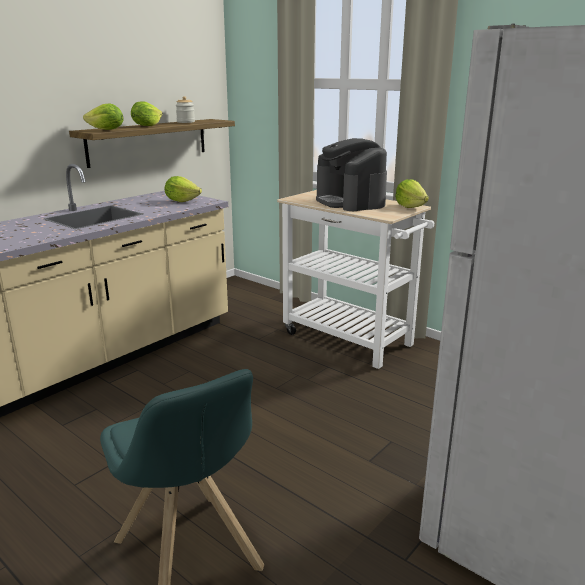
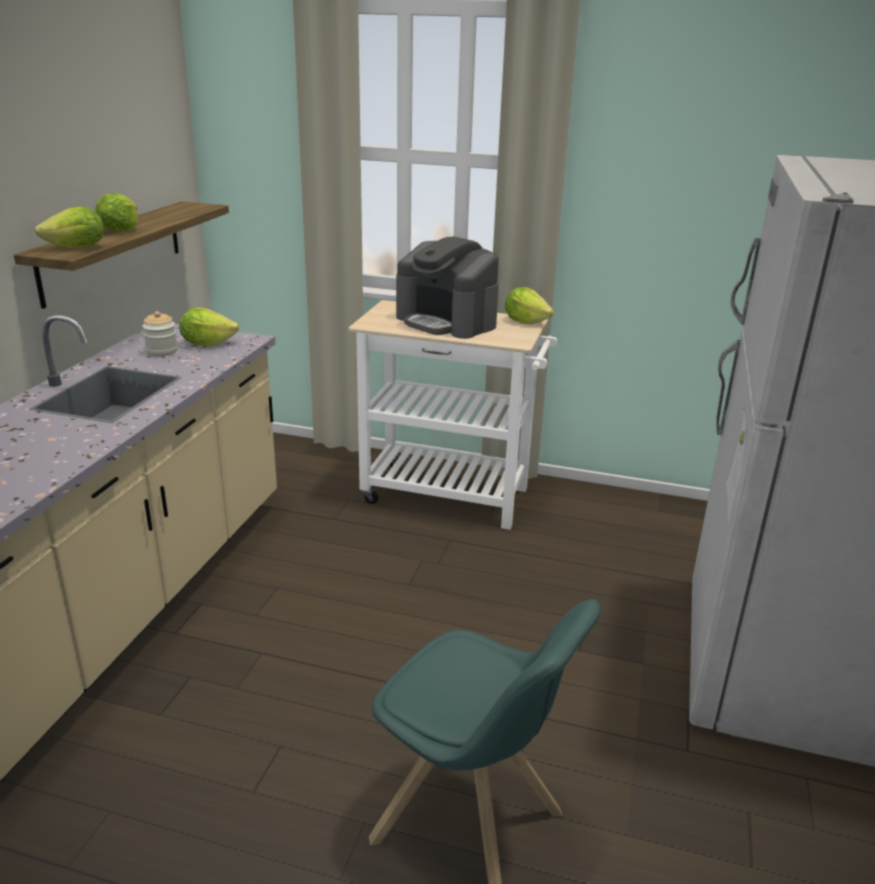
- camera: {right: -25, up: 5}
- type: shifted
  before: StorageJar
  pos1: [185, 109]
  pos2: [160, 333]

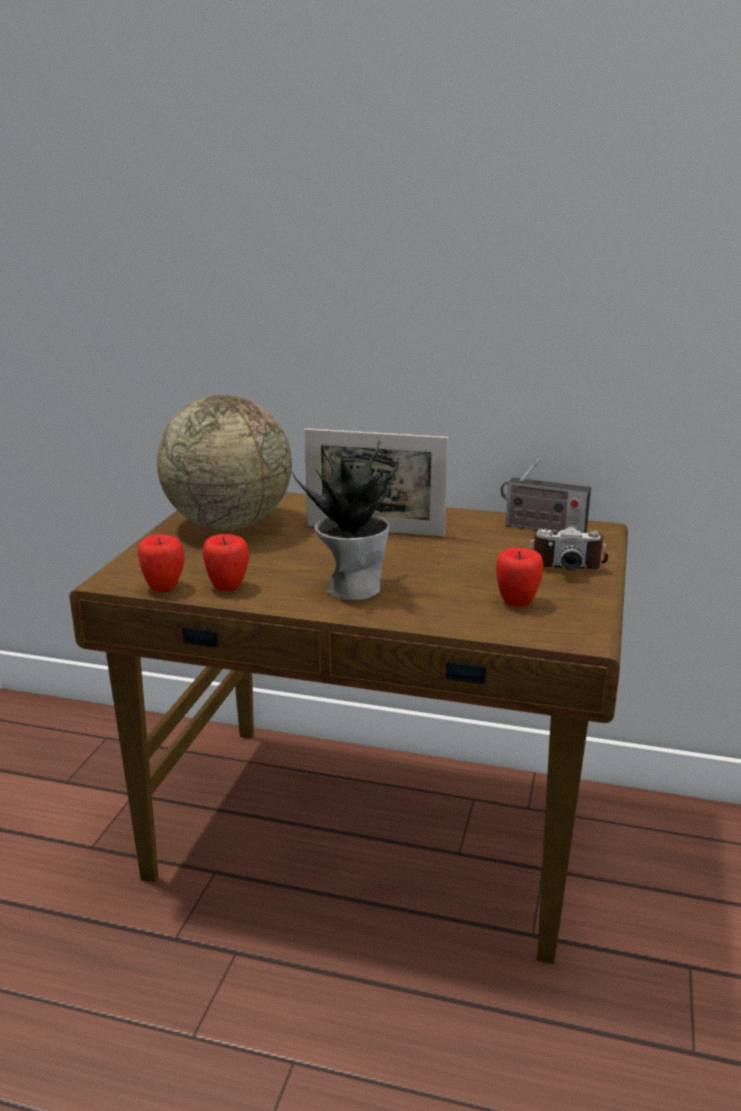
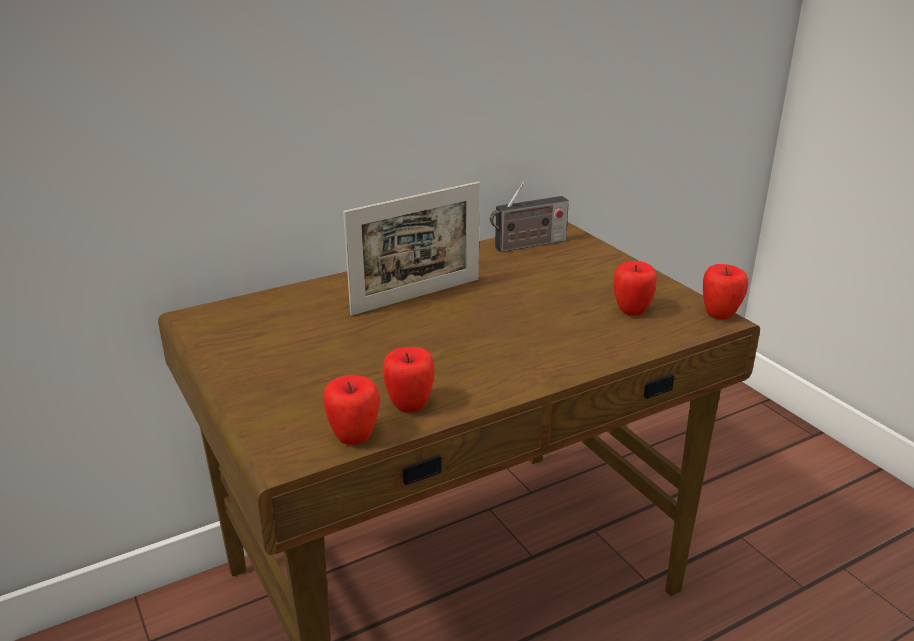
- camera: {right: -45, up: 5}
- type: gone
  before: WorldGlobe
  pos1: [224, 462]
- type: gone
  before: Houseplant
  pos1: [345, 520]
- type: gone
  before: PhotoCamera
  pos1: [568, 549]
- type: new
  after: Apple
  pos2: [725, 292]

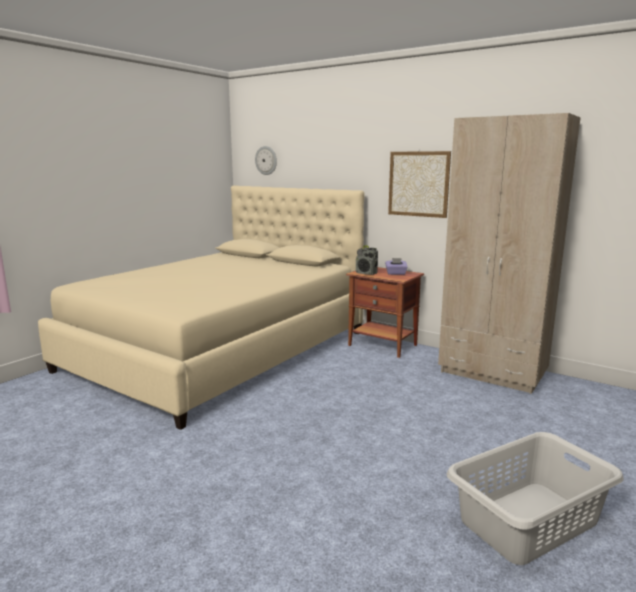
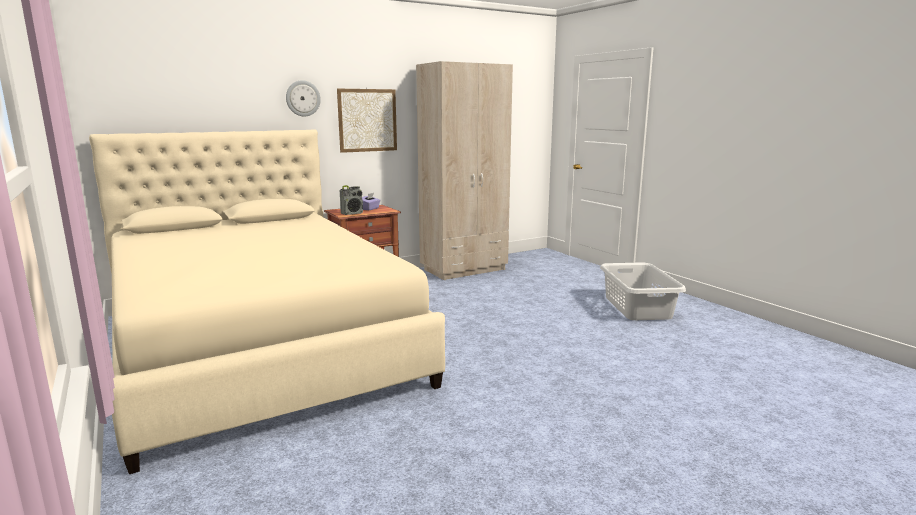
- camera: {right: -65, up: 0}
- type: shifted
  before: HangingClock
  pos1: [266, 160]
  pos2: [303, 98]

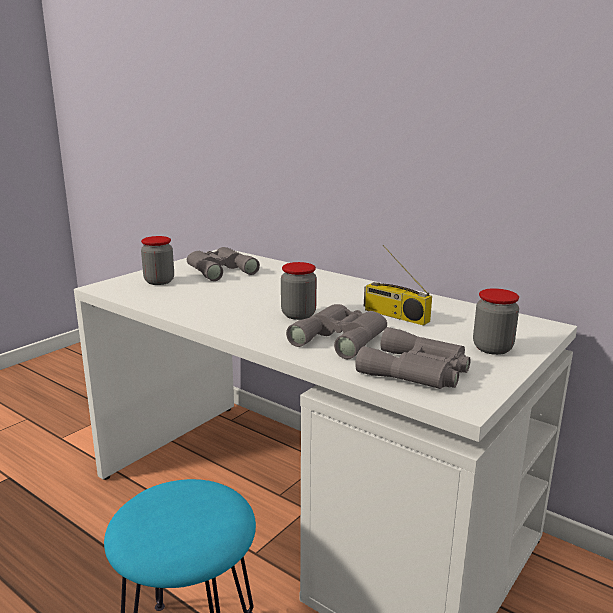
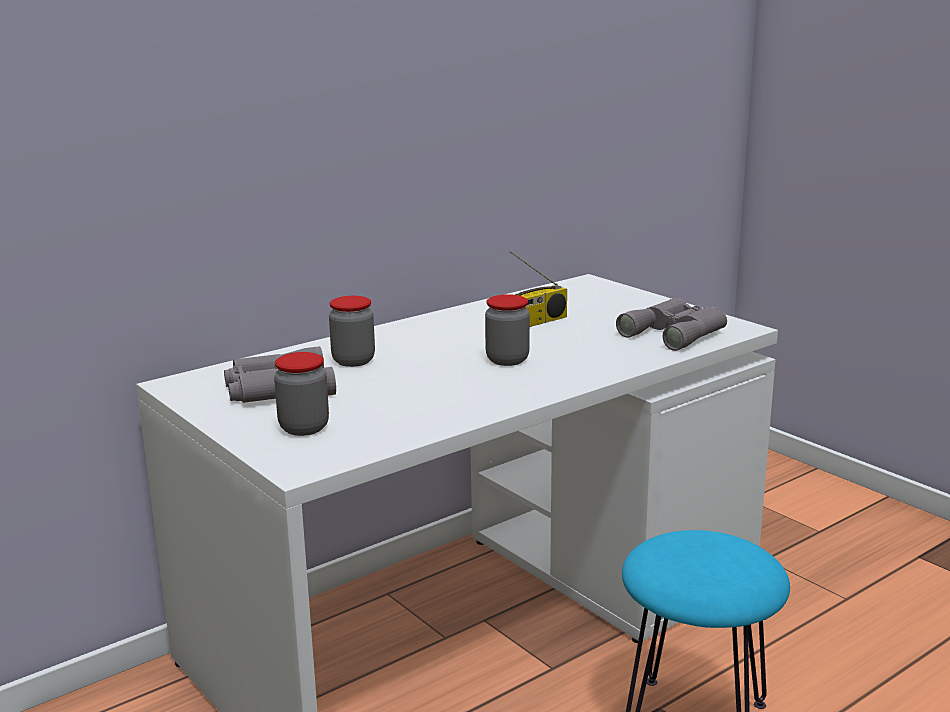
- camera: {right: -75, up: 0}
- type: gone
  before: GreyFieldGlasses
  pos1: [336, 331]
- type: shifted
  before: StorageJar
  pos1: [496, 321]
  pos2: [352, 331]

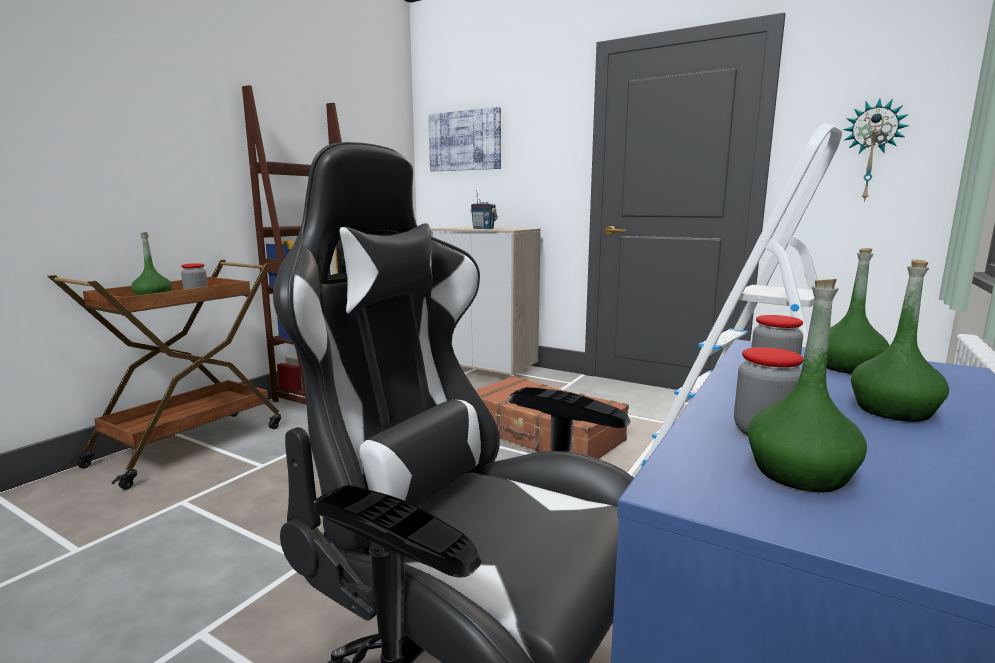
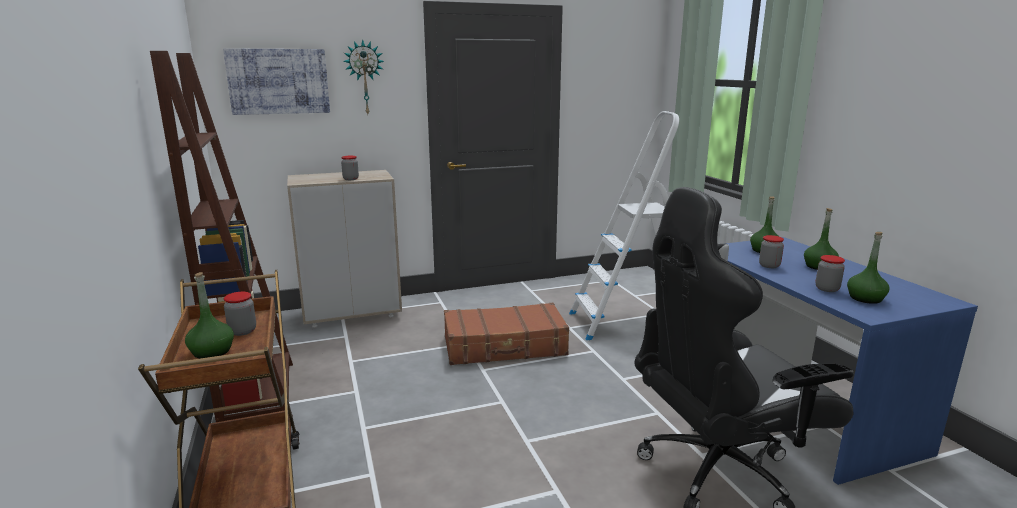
- camera: {right: -50, up: 5}
- type: shifted
  before: HangingClock
  pos1: [876, 150]
  pos2: [363, 76]
- type: swapped
  before: RadioSet
  after: StorageJar
  pos1: [484, 209]
  pos2: [350, 168]

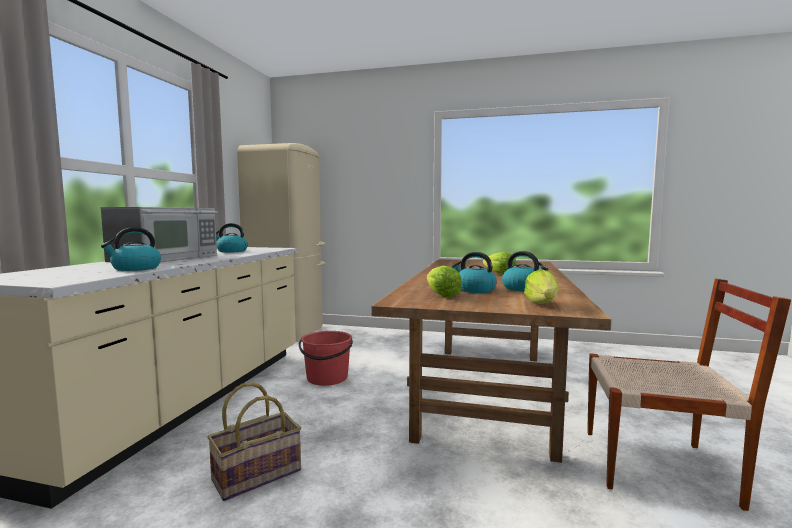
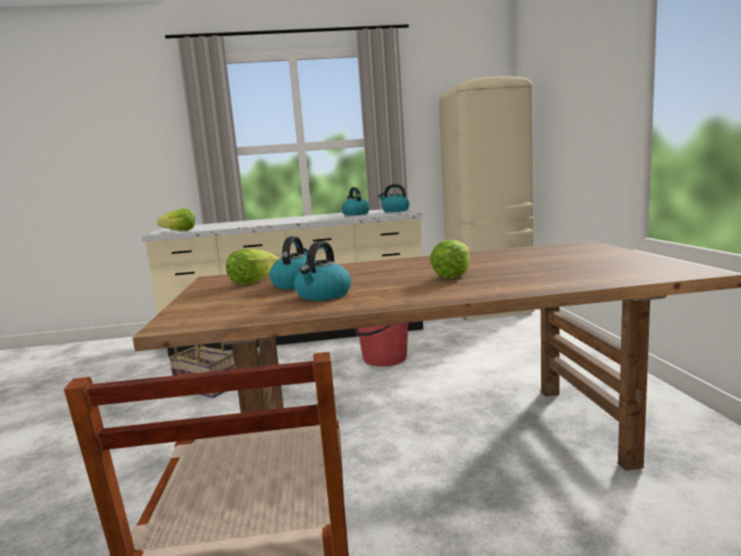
- camera: {right: 70, up: 5}
- type: gone
  before: Microwave
  pos1: [159, 234]
- type: shifted
  before: TeaKettle
  pos1: [131, 249]
  pos2: [394, 198]
- type: shifted
  before: HeadOfLettuce
  pos1: [541, 286]
  pos2: [176, 220]

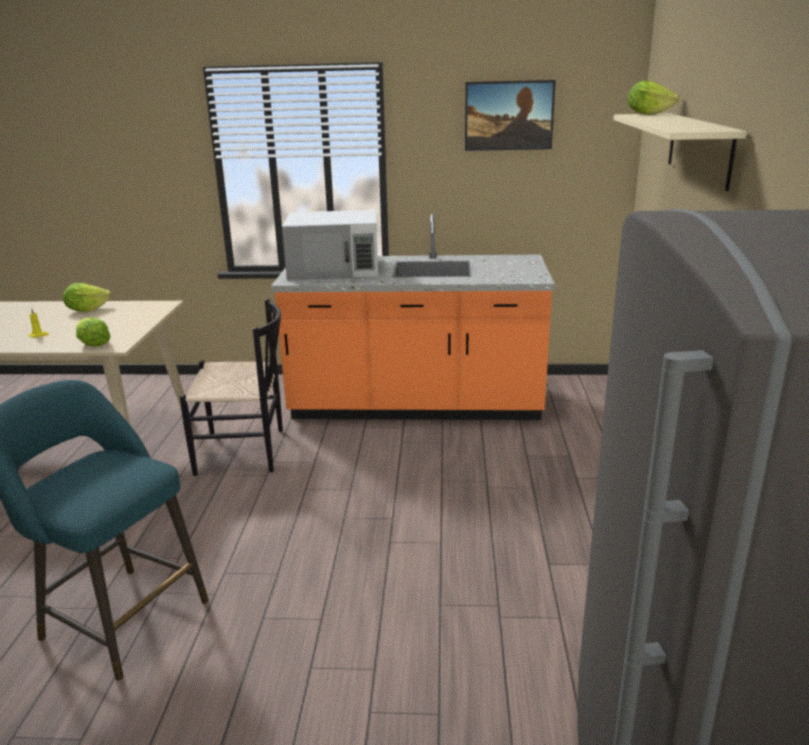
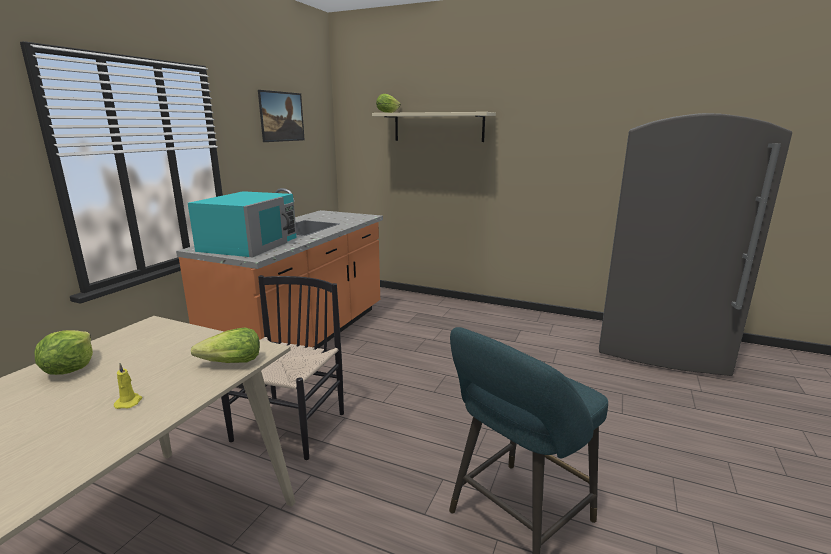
- camera: {right: -70, up: -5}
- type: repainted
  before: WhitishMicrowave
  after: TurquoiseColouredMicrowave
  pos1: [330, 245]
  pos2: [242, 224]

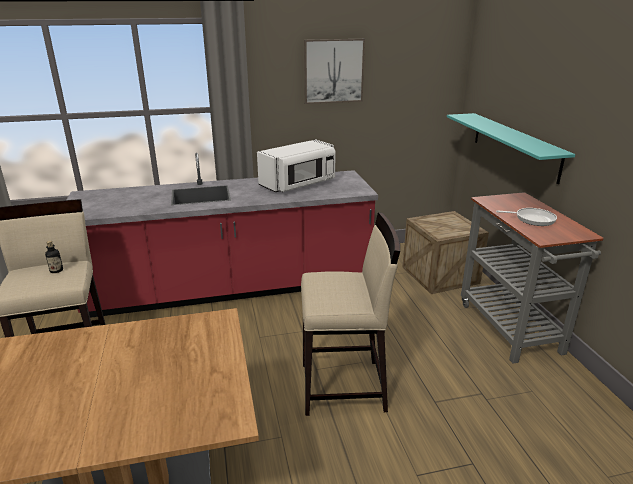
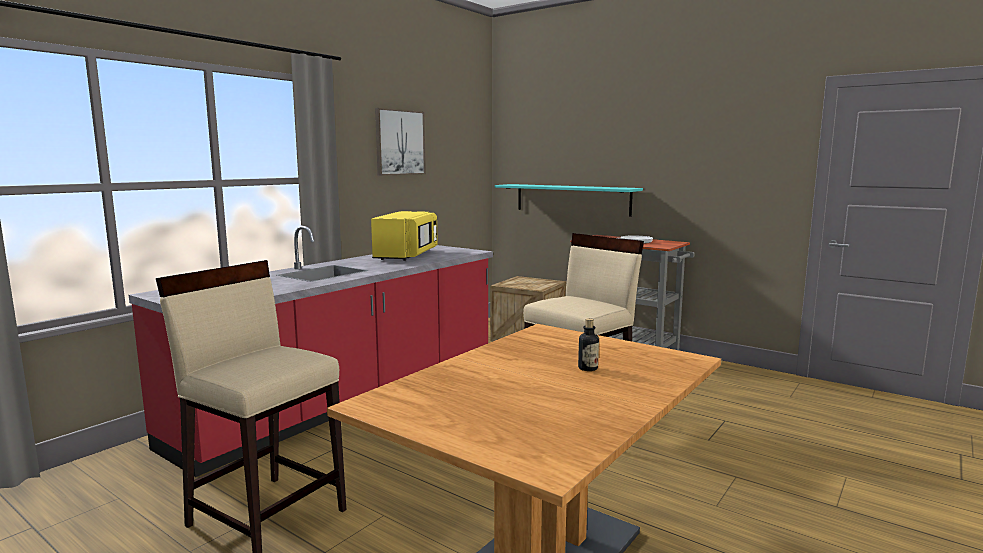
- camera: {right: -40, up: -15}
- type: shifted
  before: BeverageBottle
  pos1: [54, 257]
  pos2: [588, 344]
- type: repainted
  before: WhitishMicrowave
  after: YellowMicrowave
  pos1: [296, 165]
  pos2: [404, 236]

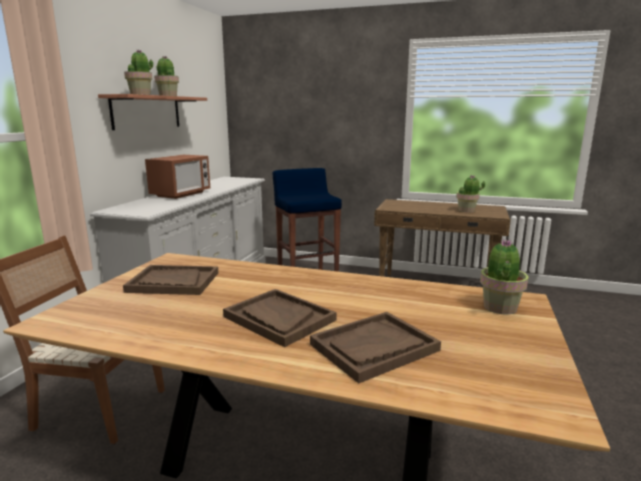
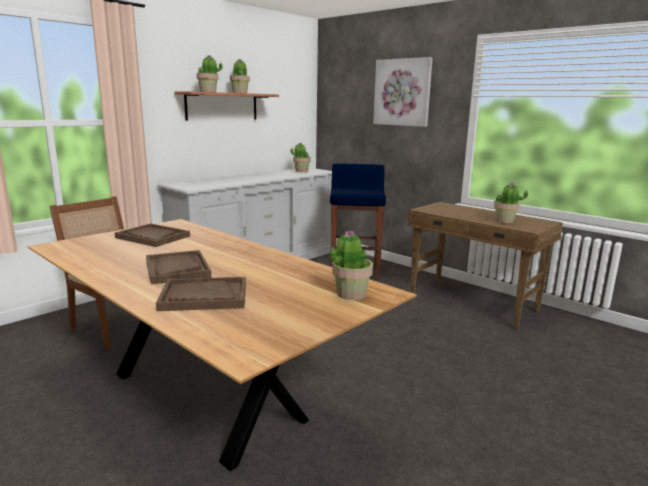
- camera: {right: 25, up: 0}
- type: gone
  before: Microwave
  pos1: [177, 177]
- type: new
  after: Houseplant
  pos2: [301, 157]
- type: new
  after: WallPicture
  pos2: [403, 92]

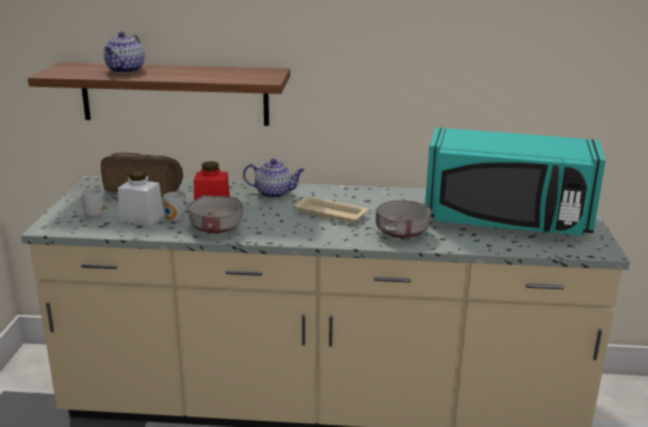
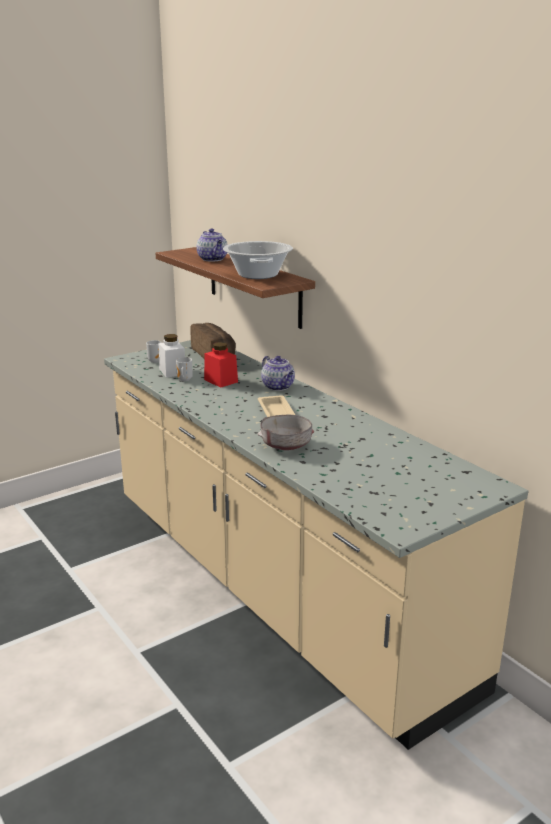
- camera: {right: 50, up: 0}
- type: gone
  before: GreyBowl
  pos1: [215, 214]
- type: gone
  before: TurquoiseColouredMicrowave
  pos1: [515, 181]
- type: new
  after: Saucepot
  pos2: [258, 260]
- type: rotated
  before: TeaPot
  pos1: [124, 52]
  pos2: [212, 245]
  turn: -90

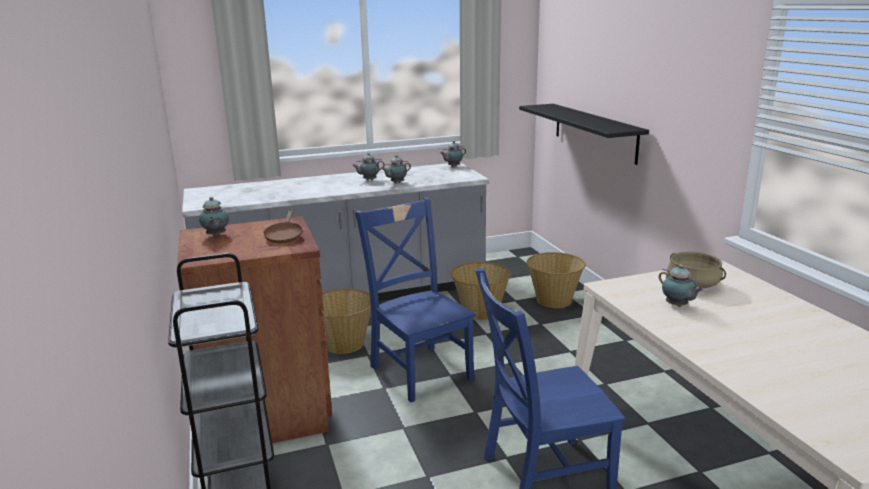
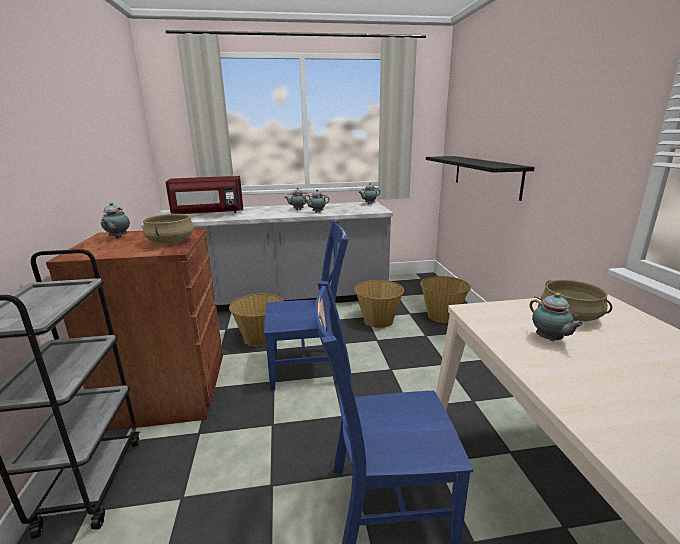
- camera: {right: 10, up: 0}
- type: new
  after: ReddishMicrowave
  pos2: [204, 195]
- type: swapped
  before: BrownFryingPan
  after: BeigeColouredSaucepot
  pos1: [283, 226]
  pos2: [168, 228]
- type: rotated
  before: BluishChair
  pos1: [415, 299]
  pos2: [306, 306]
  turn: 105

